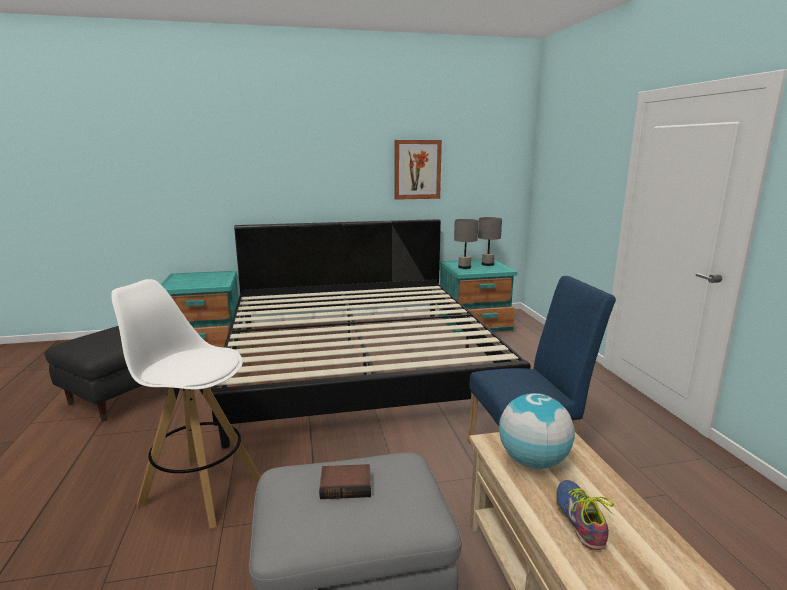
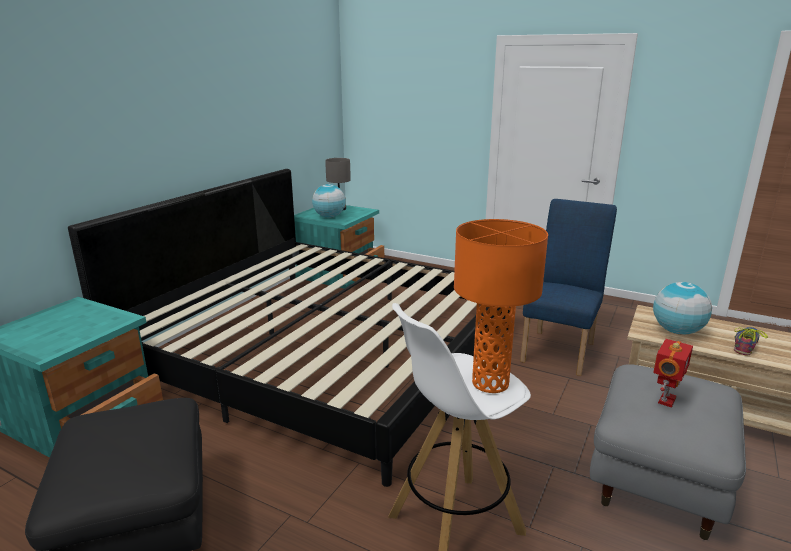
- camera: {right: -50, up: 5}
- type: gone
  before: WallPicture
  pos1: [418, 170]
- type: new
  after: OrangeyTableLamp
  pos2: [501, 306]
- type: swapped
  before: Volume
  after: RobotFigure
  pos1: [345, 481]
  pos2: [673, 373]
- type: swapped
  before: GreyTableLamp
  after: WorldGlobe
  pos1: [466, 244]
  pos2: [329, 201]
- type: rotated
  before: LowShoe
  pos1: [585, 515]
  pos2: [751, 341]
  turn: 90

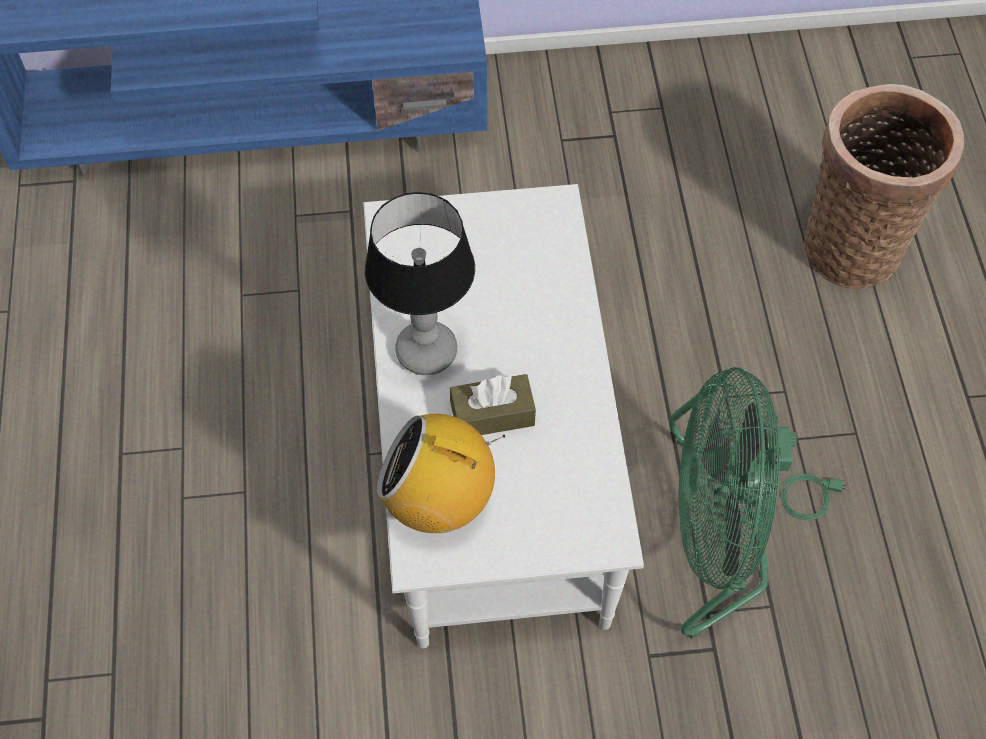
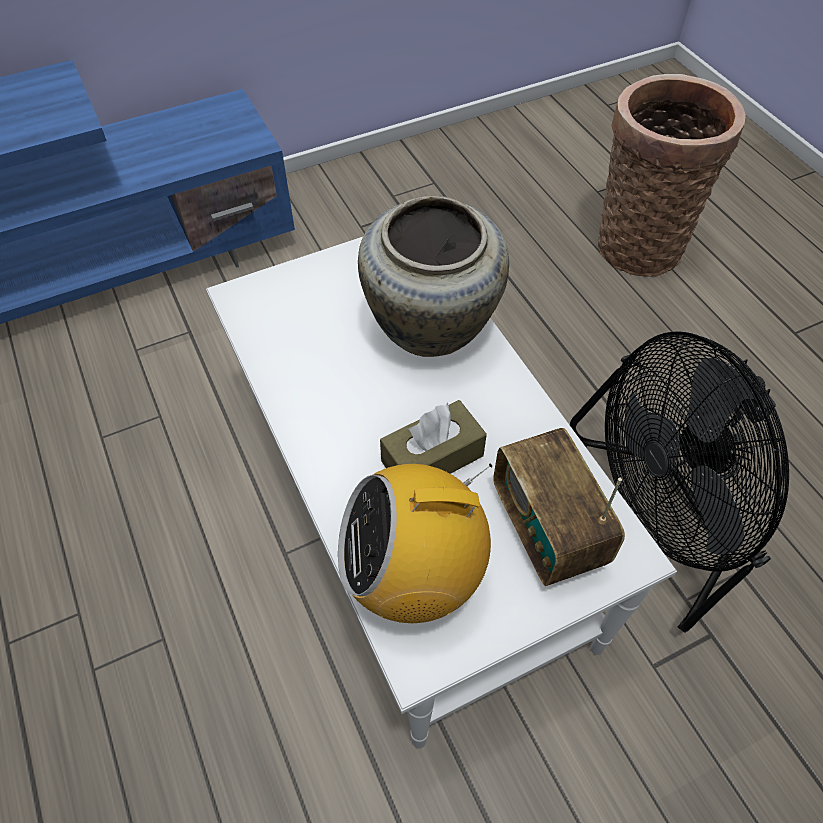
- camera: {right: -20, up: -5}
- type: gone
  before: TableLamp
  pos1: [420, 283]
- type: new
  after: BeigeColouredFlowerVase
  pos2: [433, 276]
- type: new
  after: RadioSet
  pos2: [559, 507]
- type: repainted
  before: GreenColouredElectricFan
  after: BlackElectricFan
  pos1: [758, 503]
  pos2: [679, 482]

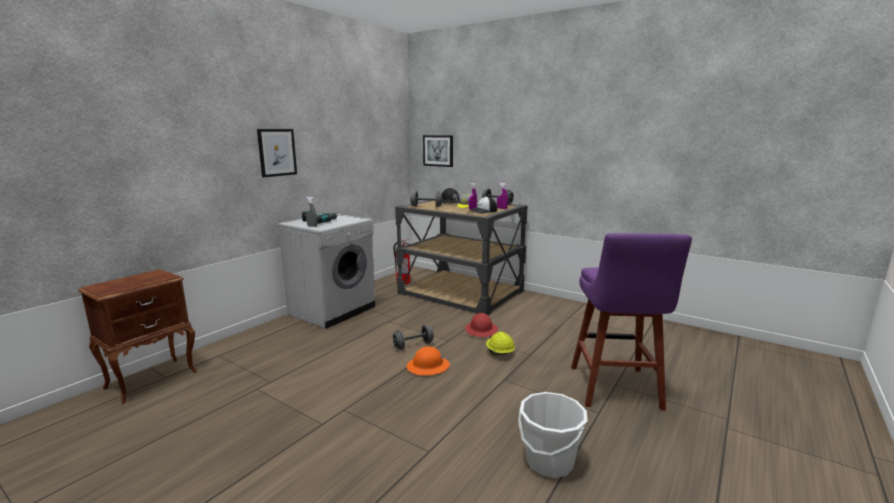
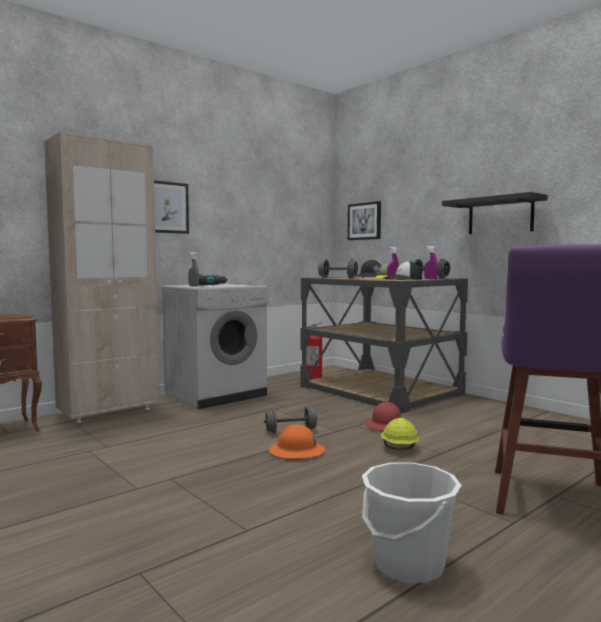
- camera: {right: 15, up: -10}
- type: new
  after: BeigeColouredCupboard
  pos2: [102, 277]
- type: new
  after: WallShelf
  pos2: [495, 213]

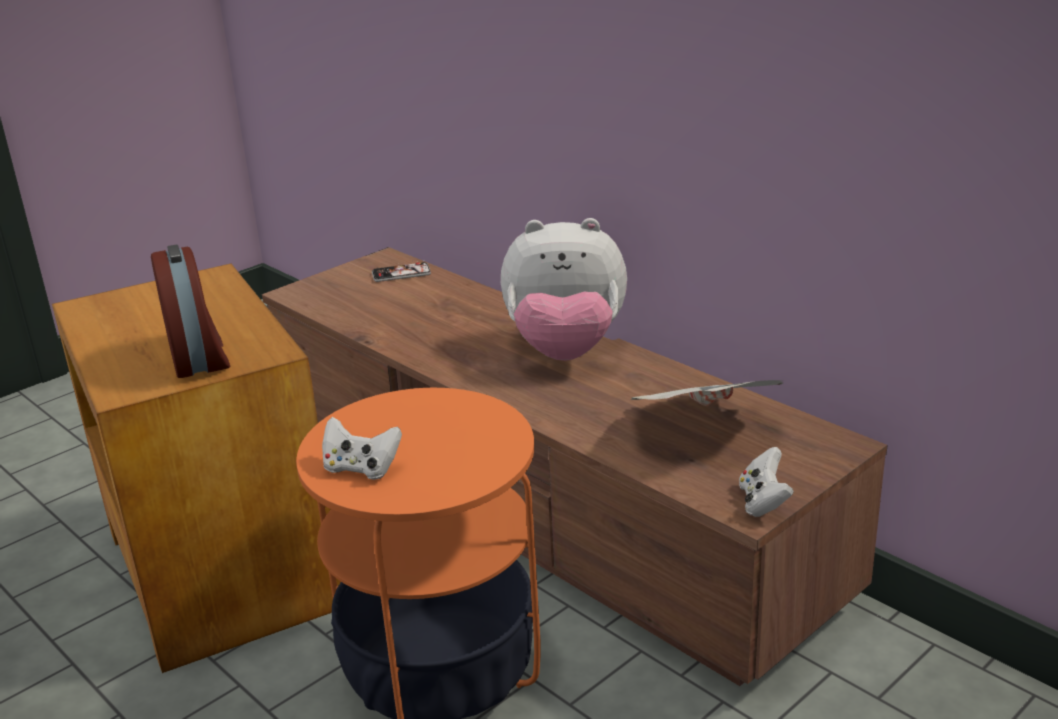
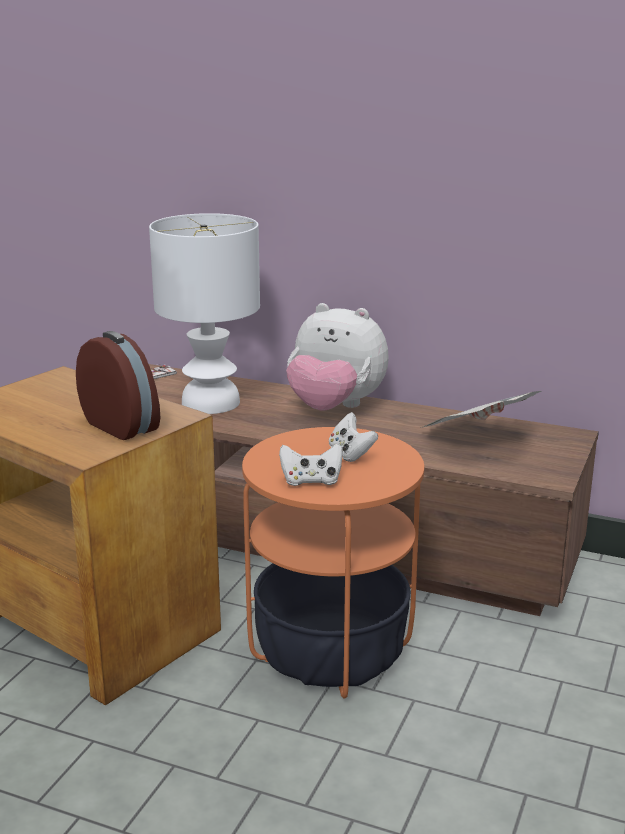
- camera: {right: -25, up: -5}
- type: new
  after: WhitishTableLamp
  pos2: [204, 313]
- type: shifted
  before: WhitishGameController
  pos1: [766, 482]
  pos2: [353, 437]
- type: rotated
  before: SoftToy
  pos1: [564, 289]
  pos2: [337, 356]
  turn: 45

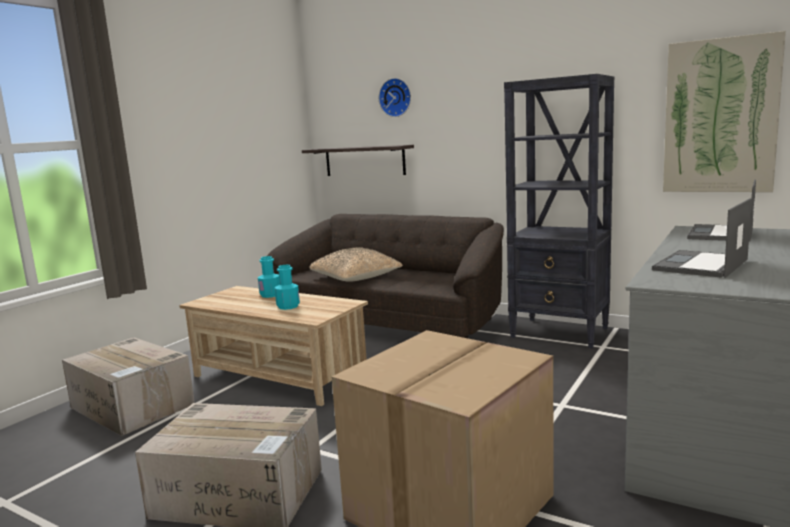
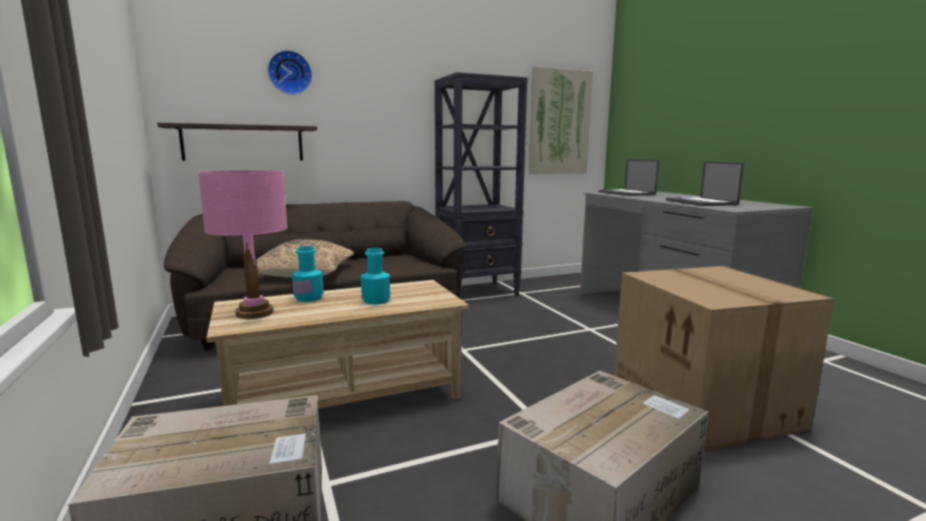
- camera: {right: -55, up: 0}
- type: new
  after: PinkTableLamp
  pos2: [243, 244]

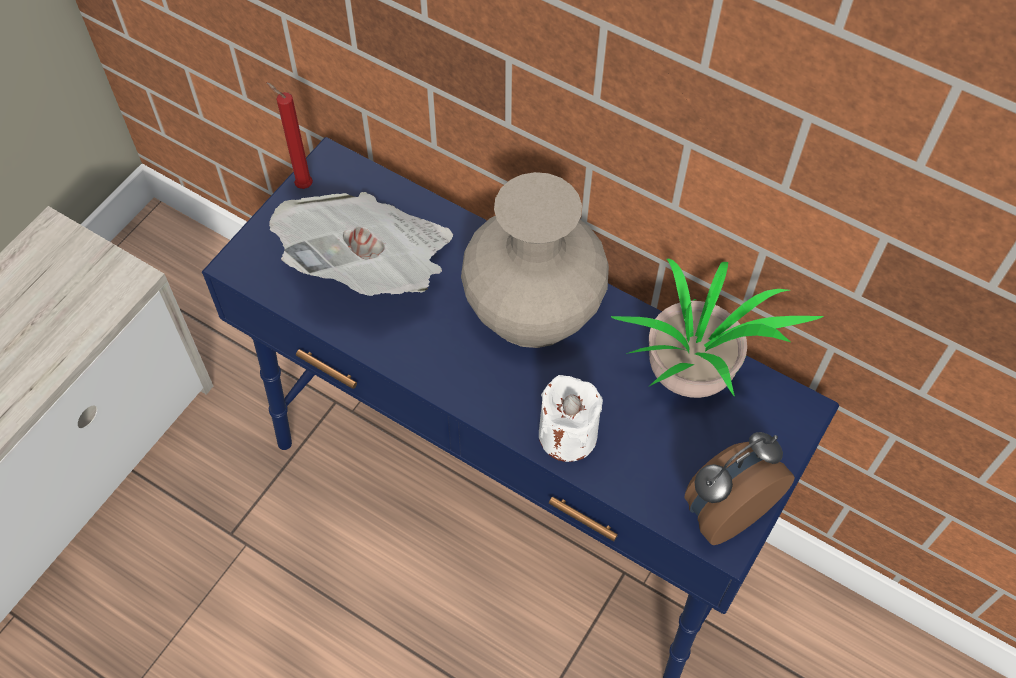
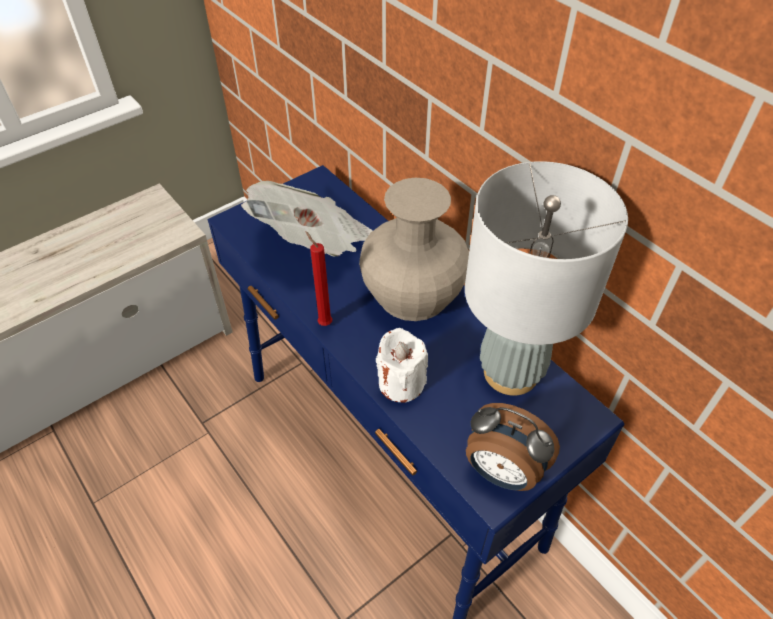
- camera: {right: 20, up: -10}
- type: shifted
  before: ReddishWaxCandle
  pos1: [289, 135]
  pos2: [319, 278]
- type: swapped
  before: Houseplant
  after: GreyTableLamp
  pos1: [717, 328]
  pos2: [546, 278]
- type: rotated
  before: TableClock
  pos1: [739, 488]
  pos2: [513, 447]
  turn: -135

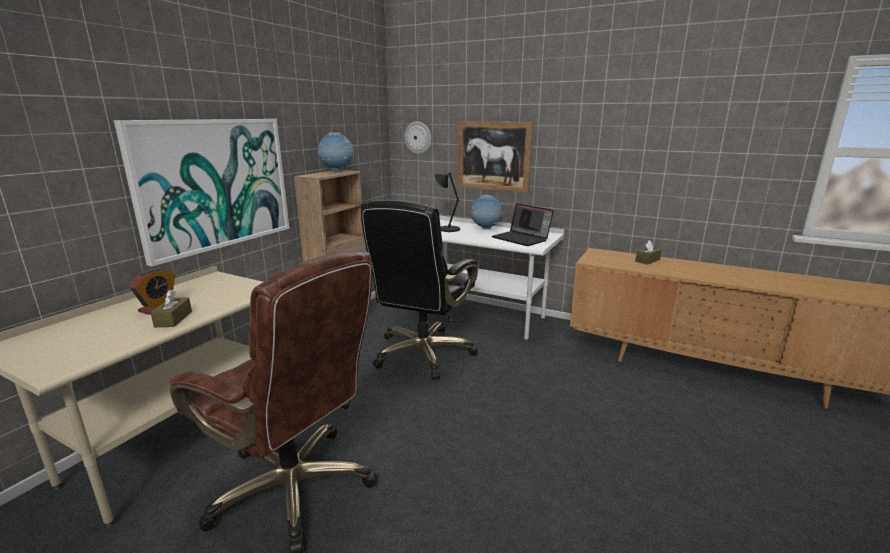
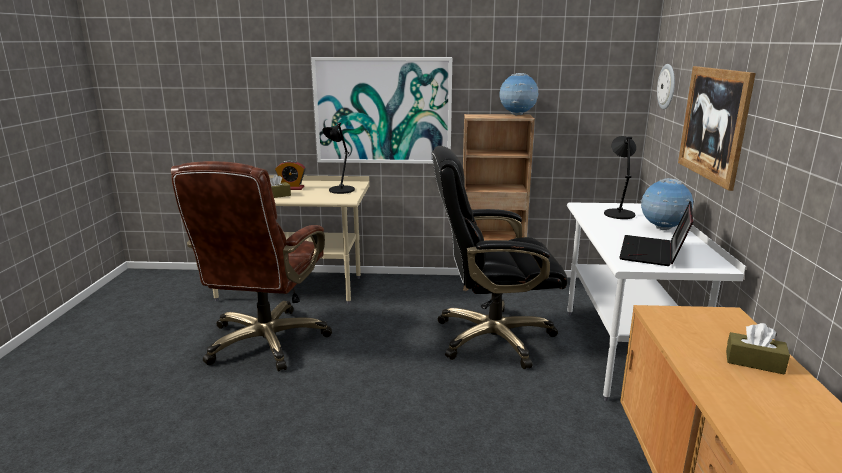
- camera: {right: 65, up: 0}
- type: new
  after: BlackTableLamp
  pos2: [338, 158]

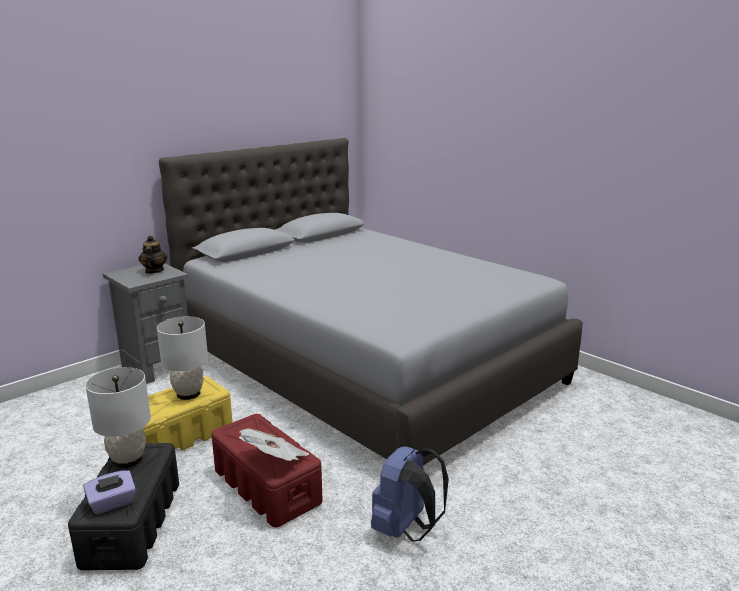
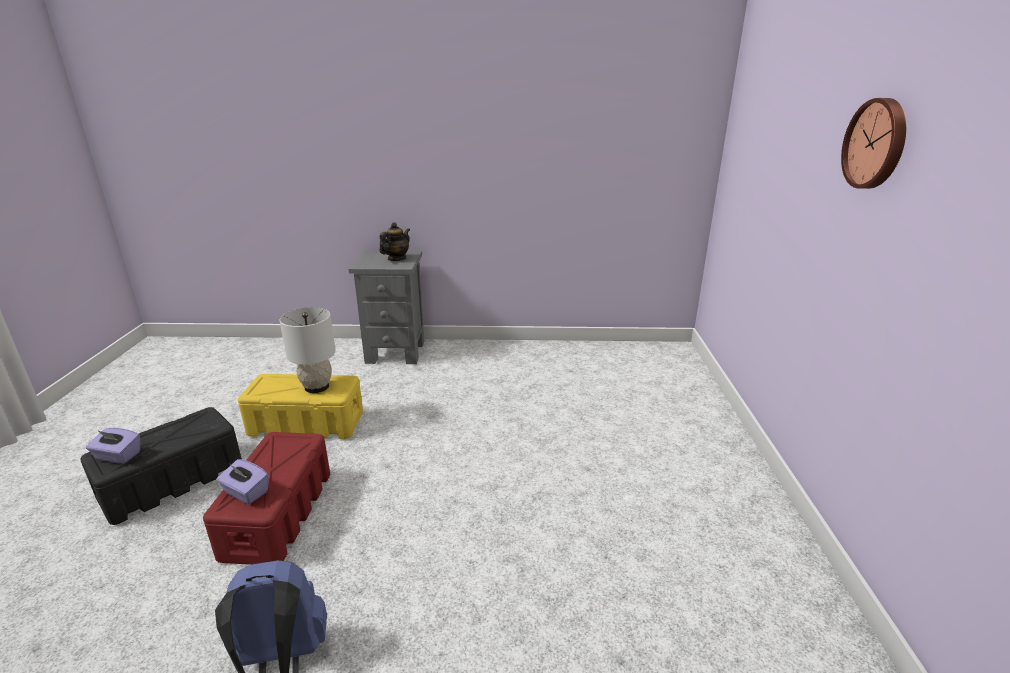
- camera: {right: 45, up: 5}
- type: gone
  before: WhitishTableLamp
  pos1: [118, 417]
- type: gone
  before: GreySleepingBed
  pos1: [371, 301]
- type: new
  after: HangingClock
  pos2: [873, 143]
- type: swapped
  before: Newspaper
  after: PurplishTissueHolder
  pos1: [273, 445]
  pos2: [242, 481]

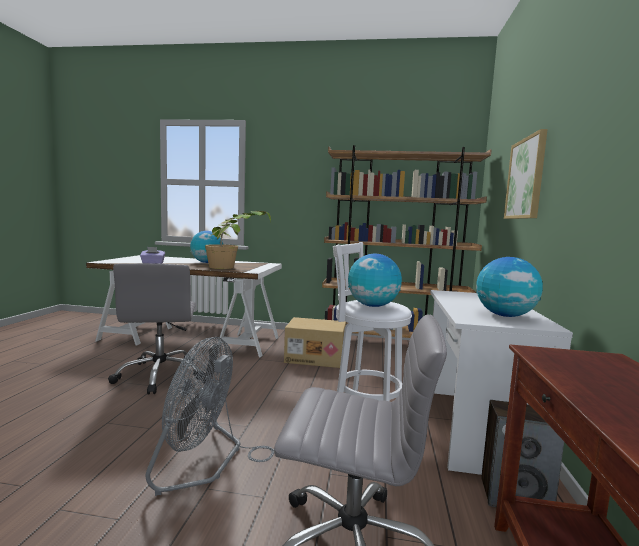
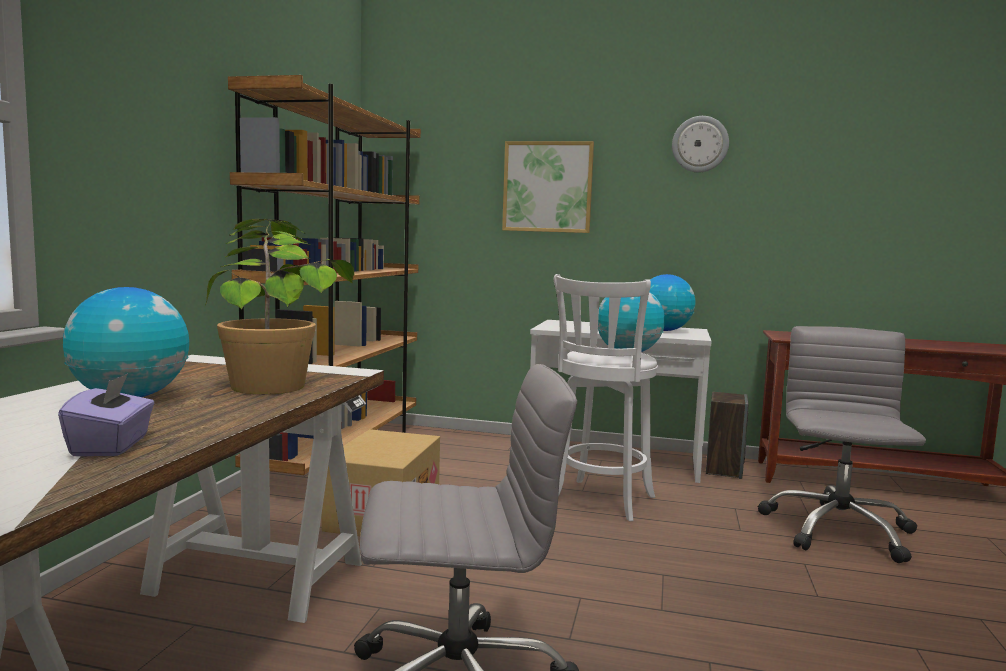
- camera: {right: -85, up: 0}
- type: gone
  before: GreyElectricFan
  pos1: [210, 416]
- type: new
  after: HangingClock
  pos2: [700, 144]

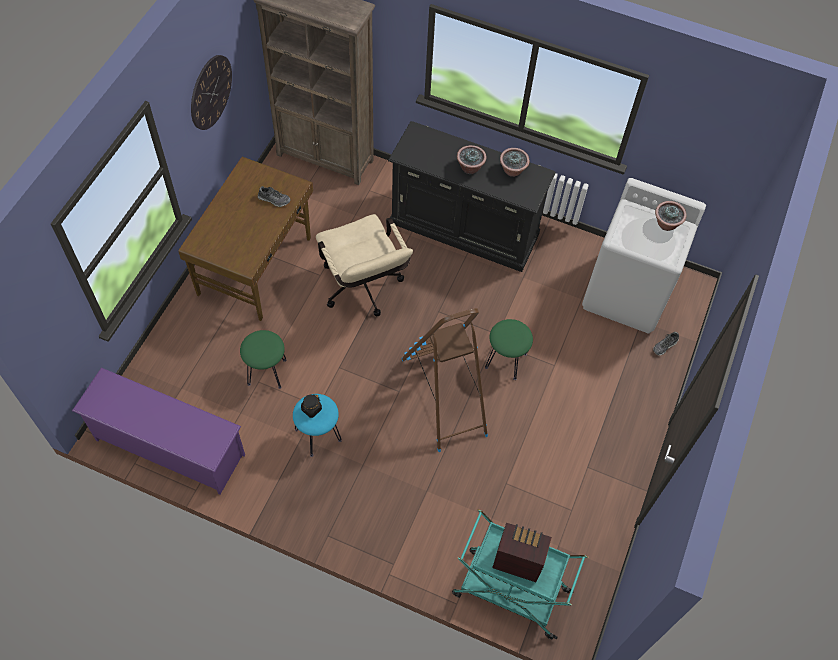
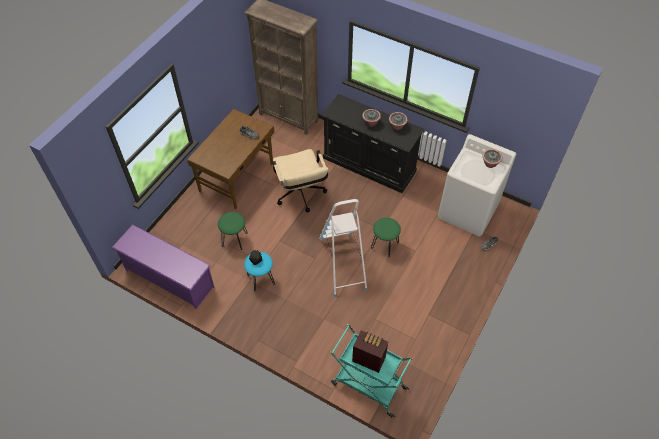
- camera: {right: 10, up: -5}
- type: gone
  before: HangingClock
  pos1: [211, 92]
- type: repainted
  before: BrownStepStool
  after: WhitishStepStool
  pos1: [444, 380]
  pos2: [343, 248]

